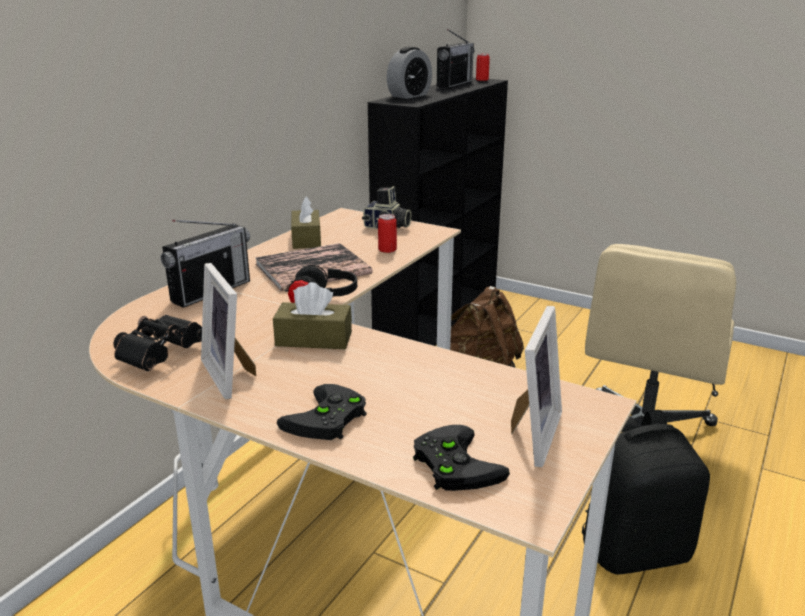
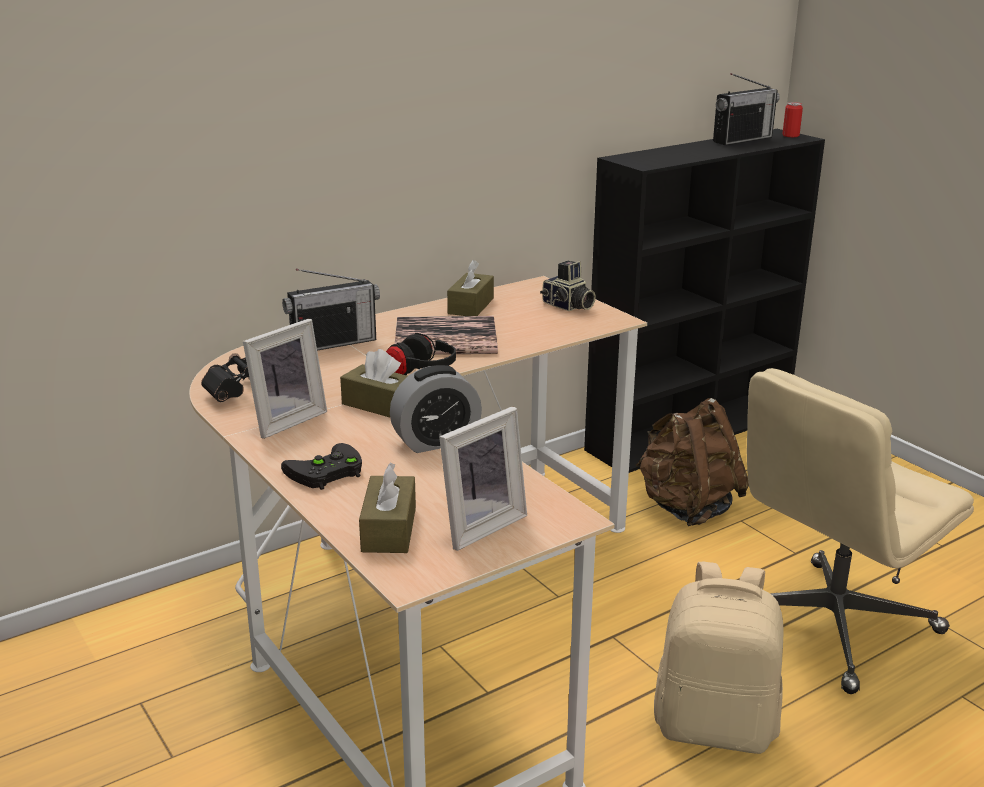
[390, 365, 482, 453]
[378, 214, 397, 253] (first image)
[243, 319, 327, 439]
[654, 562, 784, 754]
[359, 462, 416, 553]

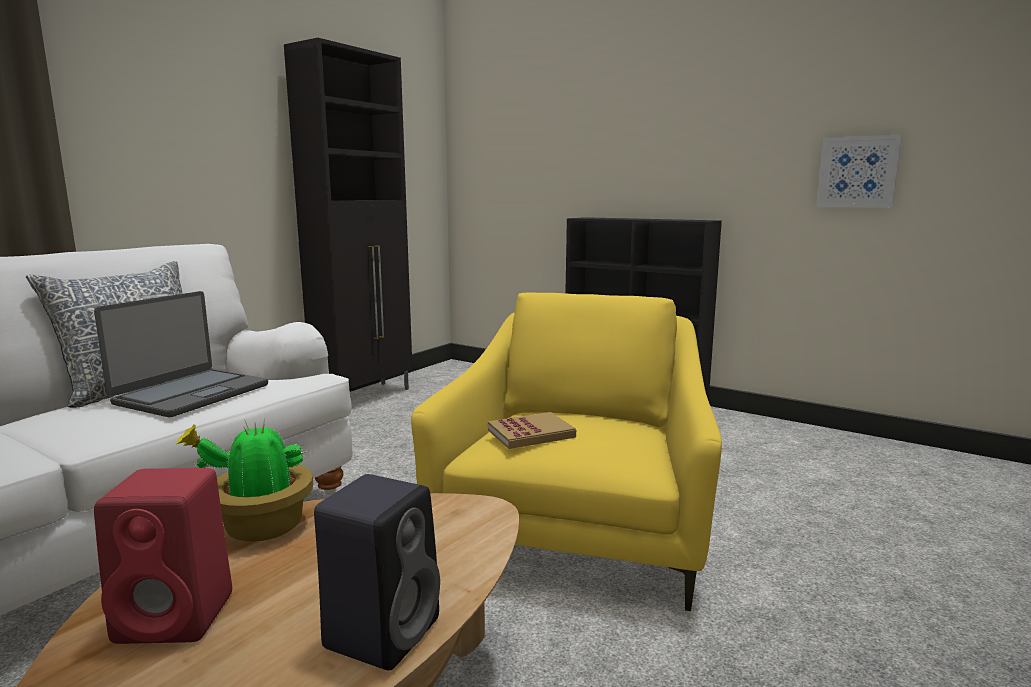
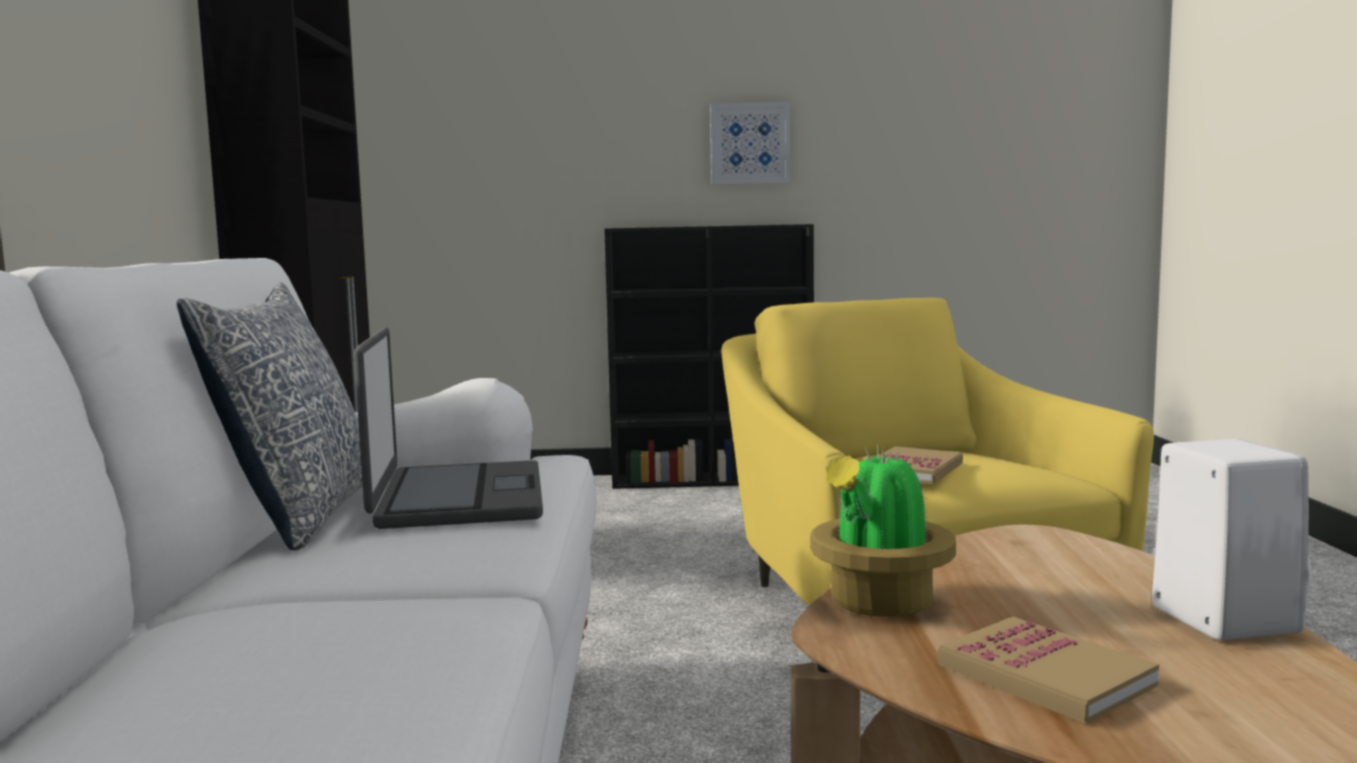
[710, 102, 790, 185]
[938, 617, 1159, 724]
[1152, 439, 1311, 641]

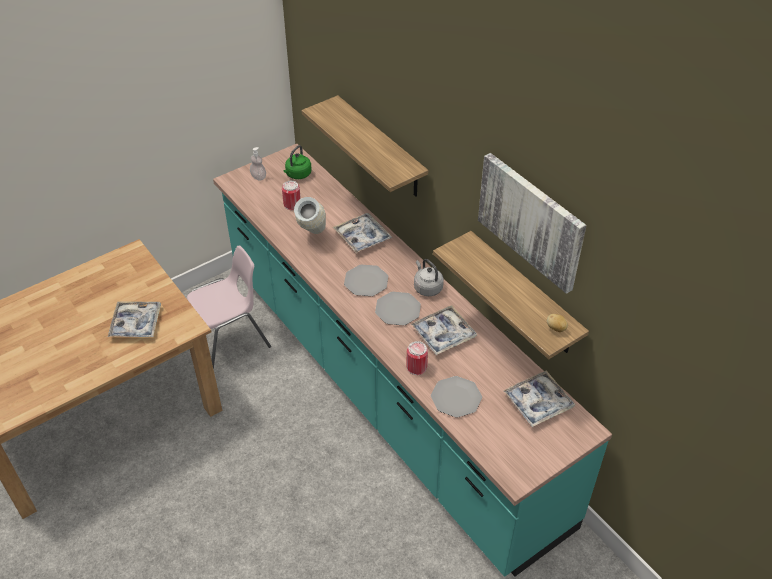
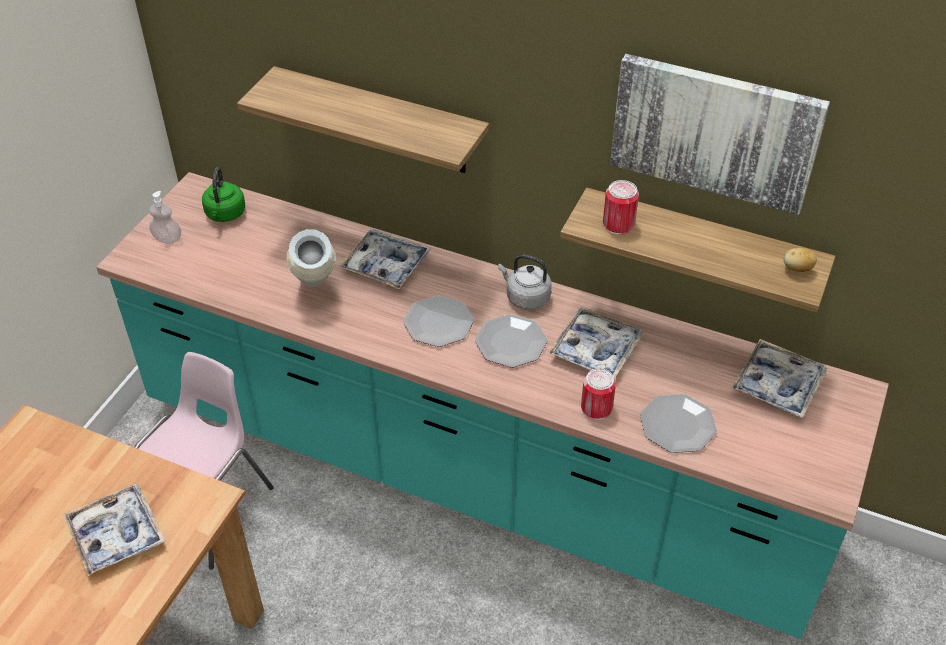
[603, 180, 639, 235]

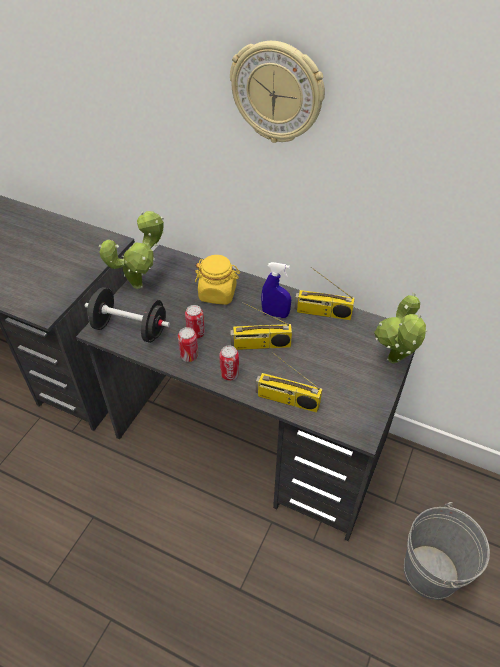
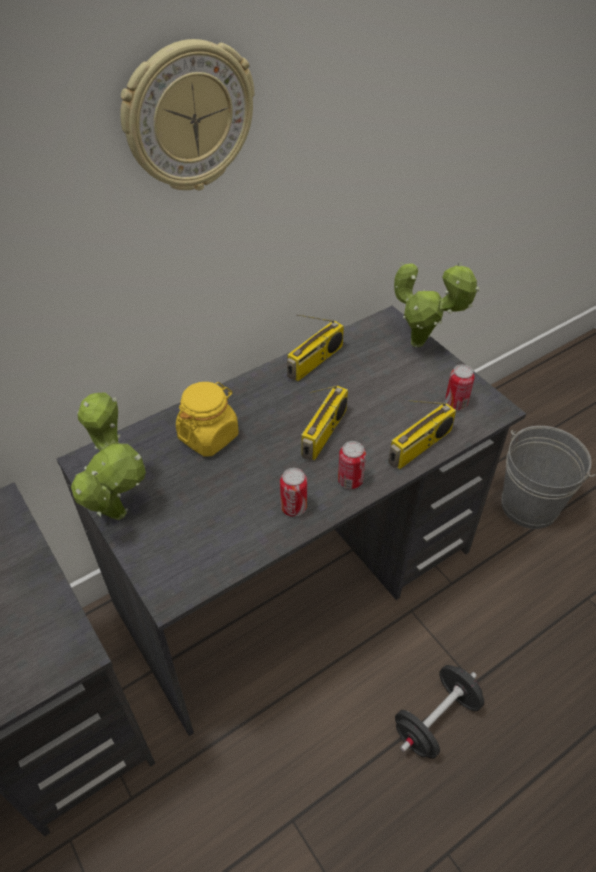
[261, 262, 291, 318] (first image)
[395, 665, 484, 759]
[445, 365, 475, 410]

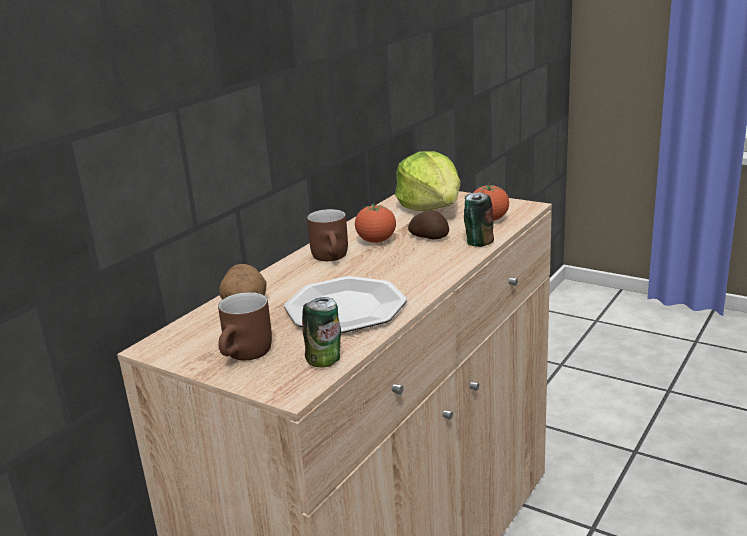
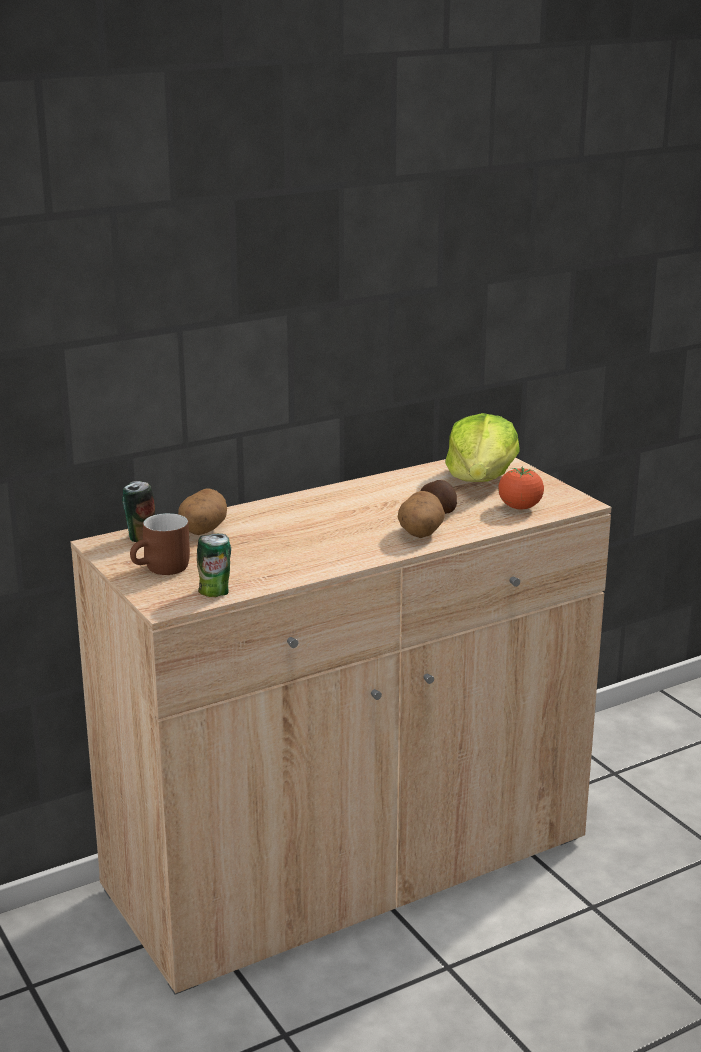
[122, 481, 155, 542]
[355, 204, 396, 243] (first image)
[307, 209, 348, 261] (first image)
[284, 276, 407, 333] (first image)
[398, 491, 445, 538]

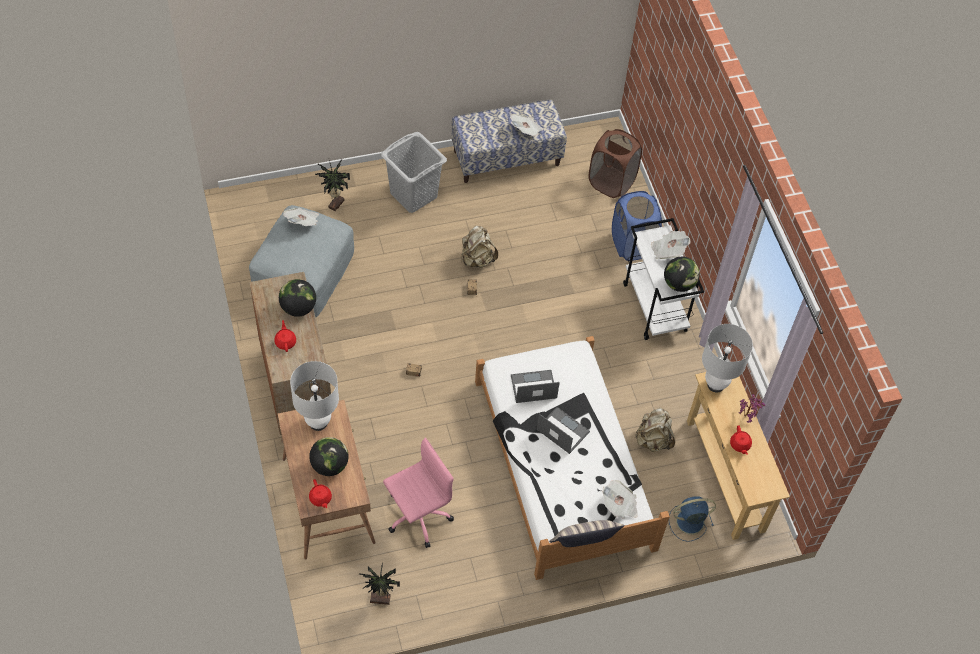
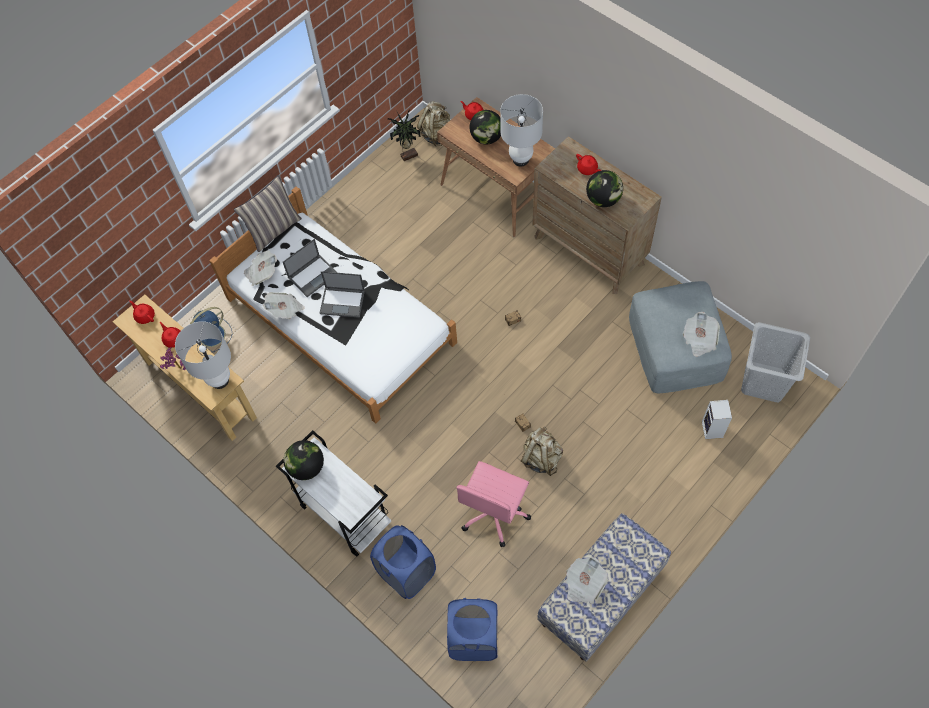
[447, 598, 497, 661]
[741, 322, 810, 403]
[702, 400, 732, 439]
[263, 292, 305, 319]
[283, 239, 338, 297]
[417, 101, 450, 146]
[456, 461, 531, 547]
[129, 300, 155, 324]

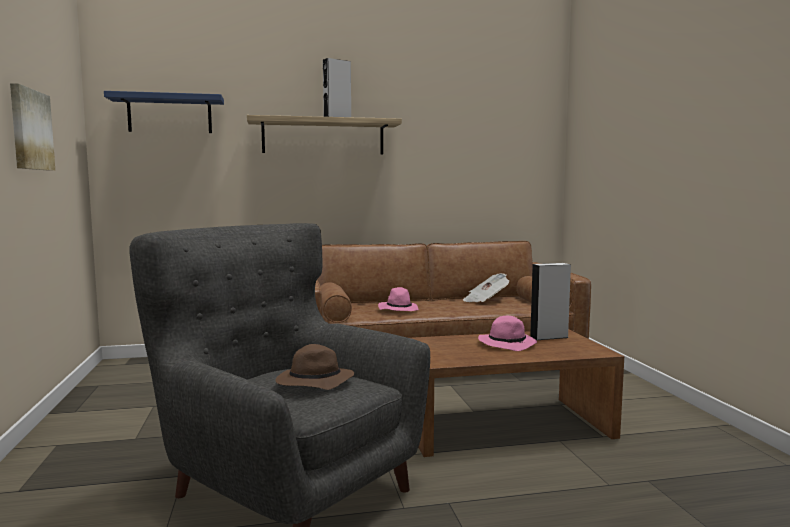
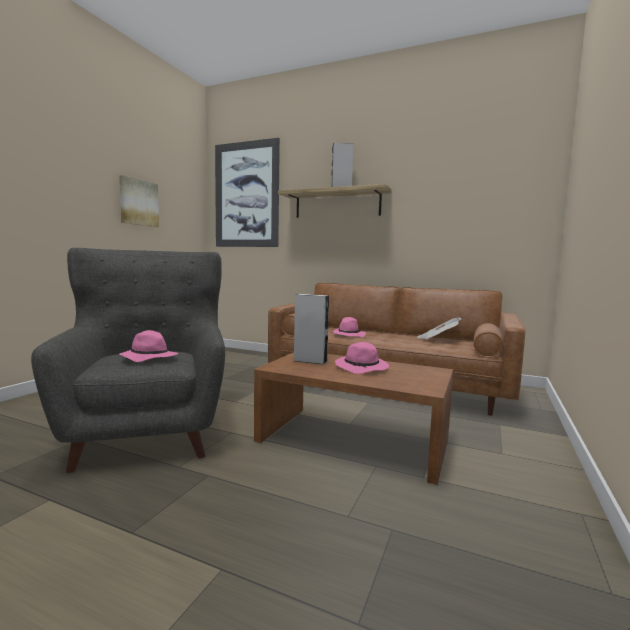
[215, 138, 280, 247]
[294, 294, 329, 365]
[119, 330, 178, 362]

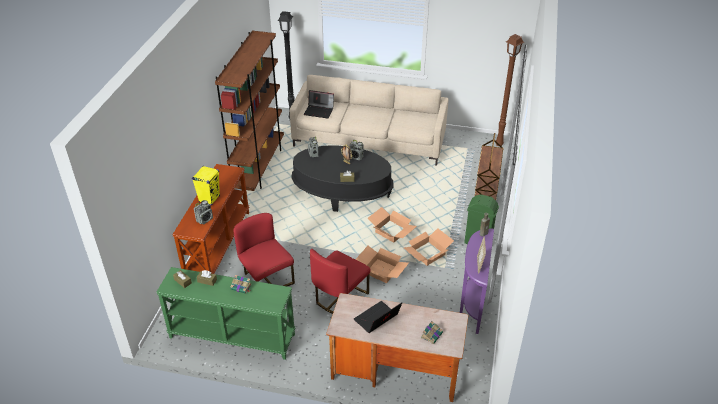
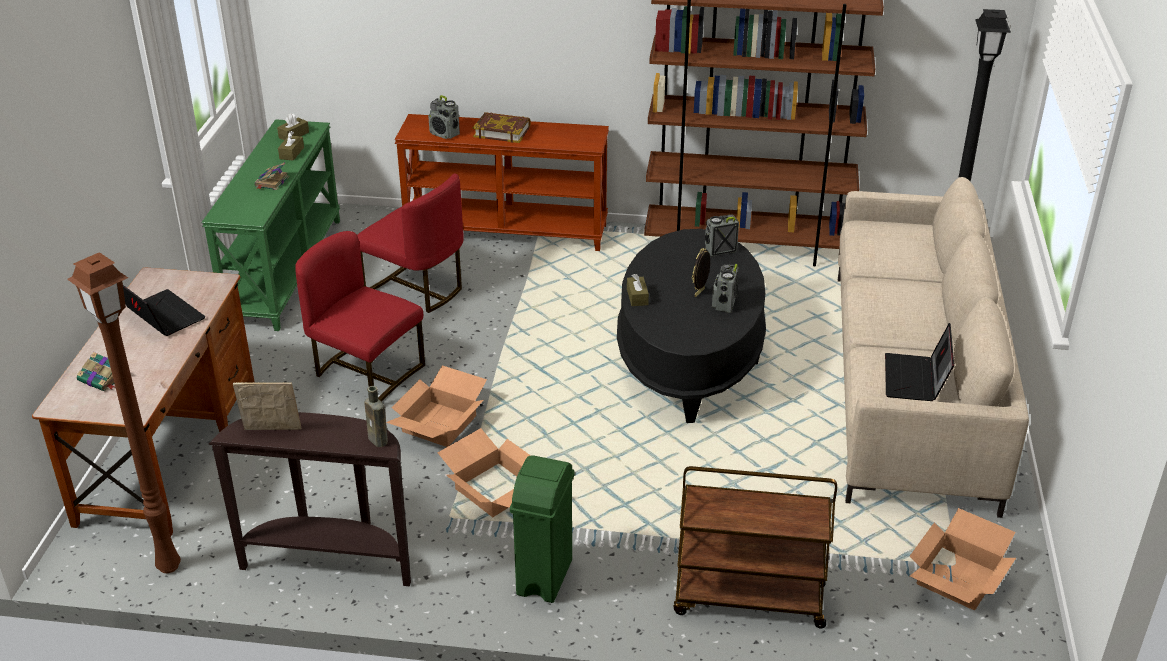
[67, 252, 181, 573]
[885, 323, 954, 401]
[473, 112, 531, 143]
[909, 508, 1016, 610]
[357, 173, 464, 313]
[209, 412, 411, 586]

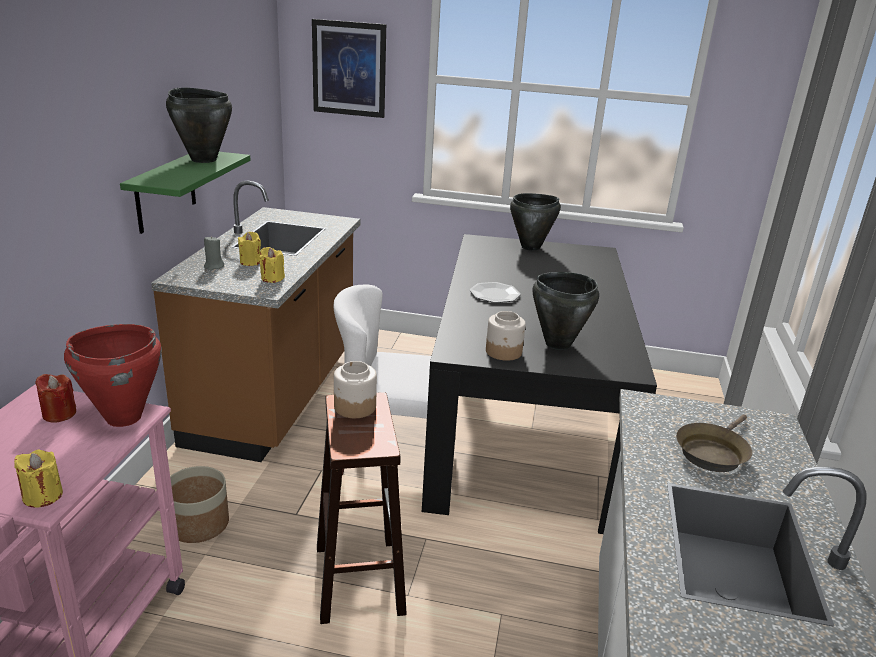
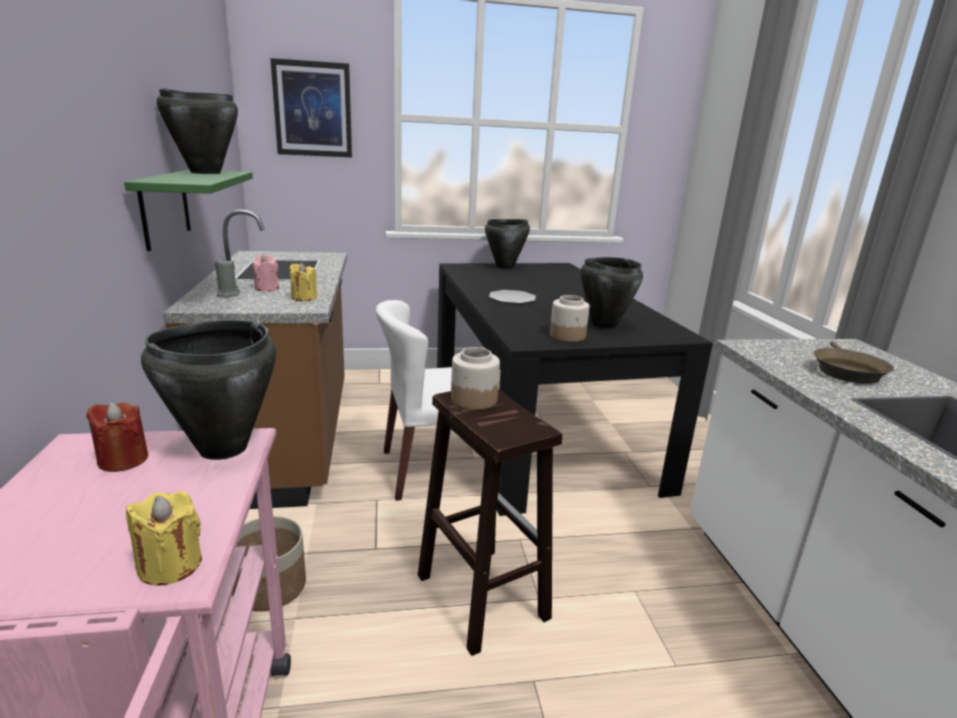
[252, 254, 279, 291]
[141, 320, 276, 460]

